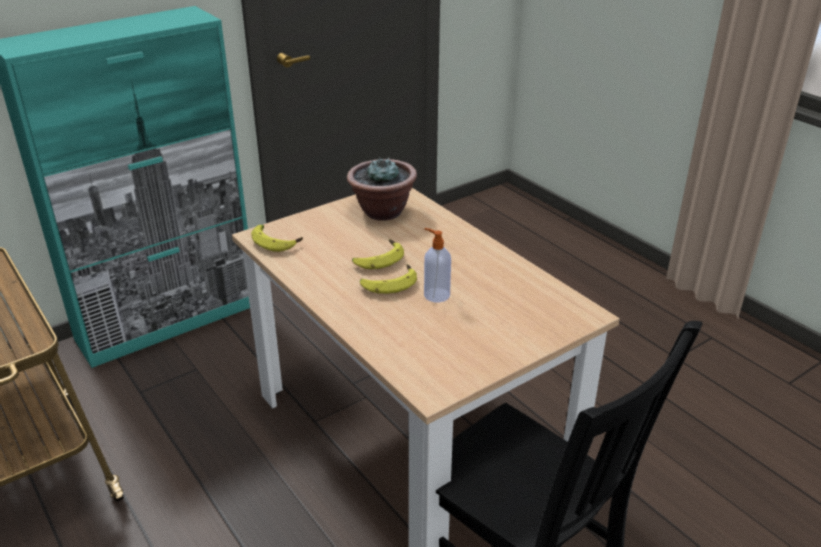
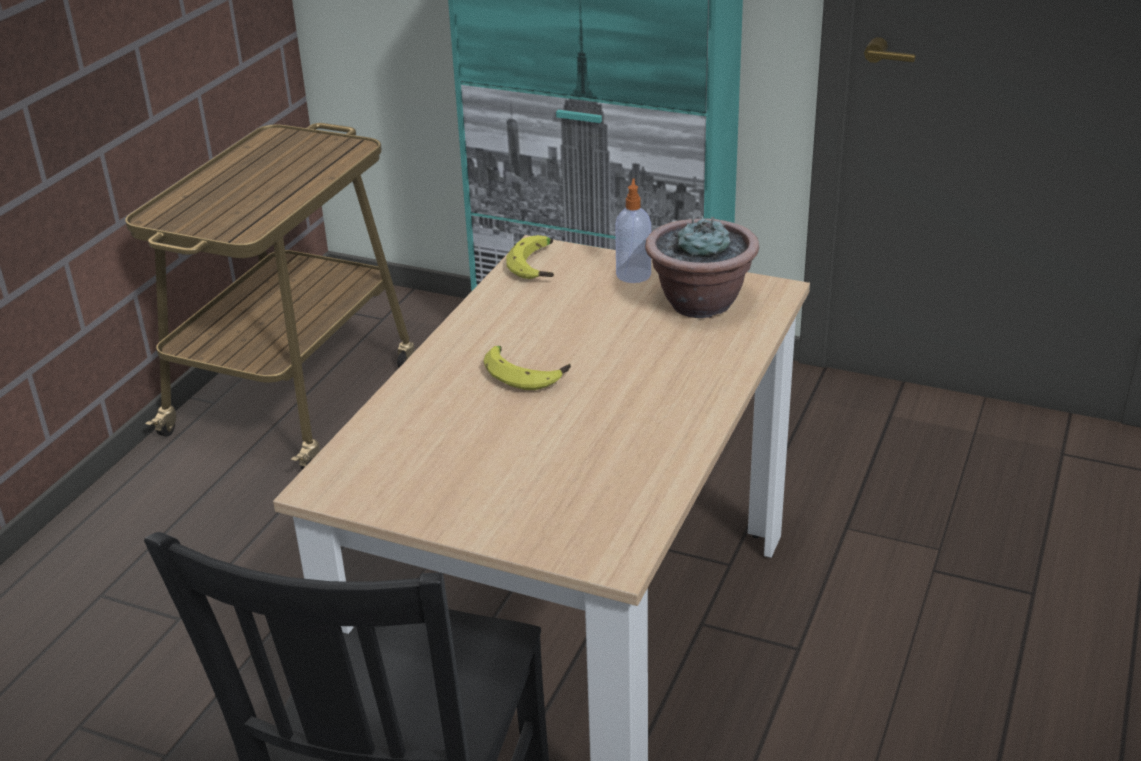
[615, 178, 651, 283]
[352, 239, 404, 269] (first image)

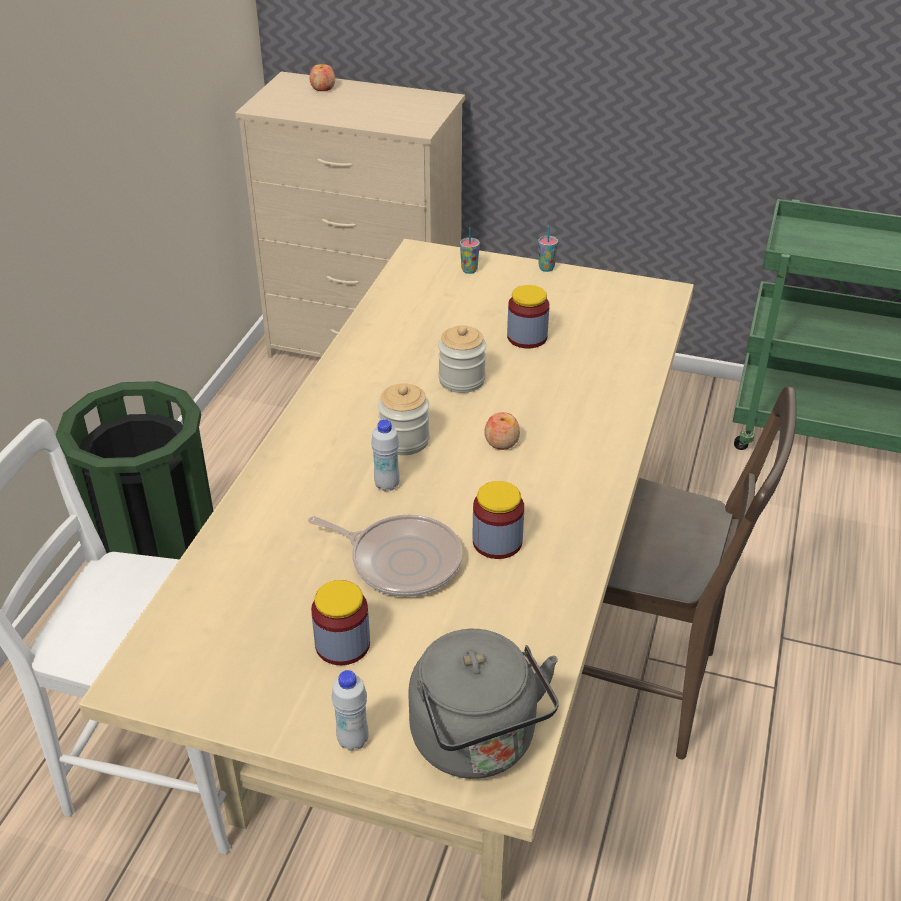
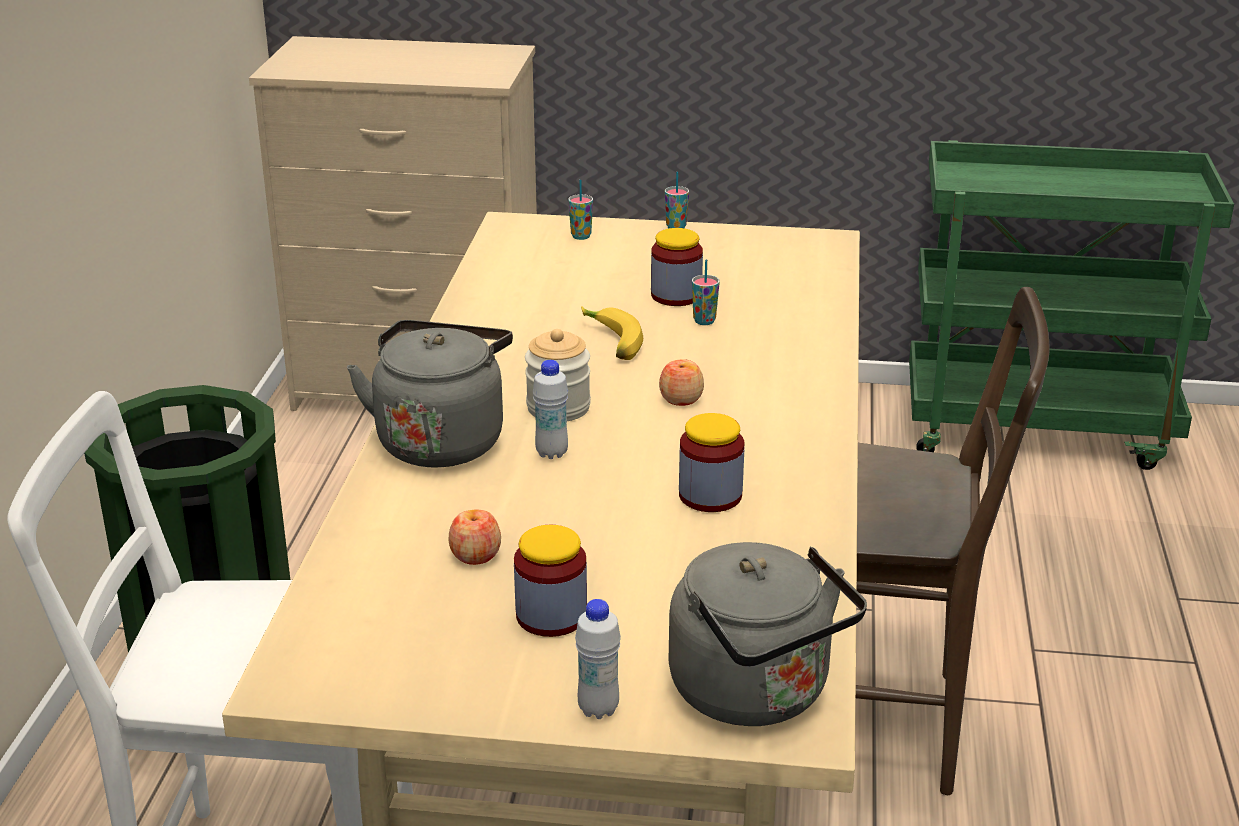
[448, 510, 501, 565]
[581, 306, 643, 360]
[308, 514, 462, 597] (first image)
[692, 259, 719, 325]
[347, 320, 513, 468]

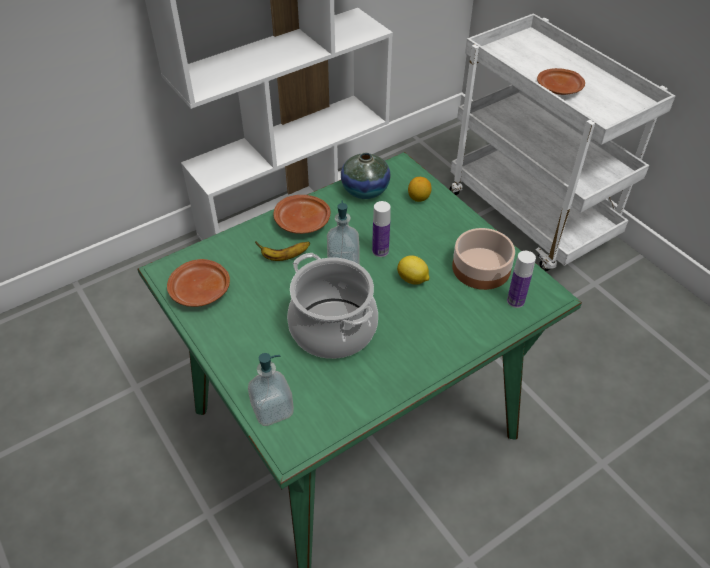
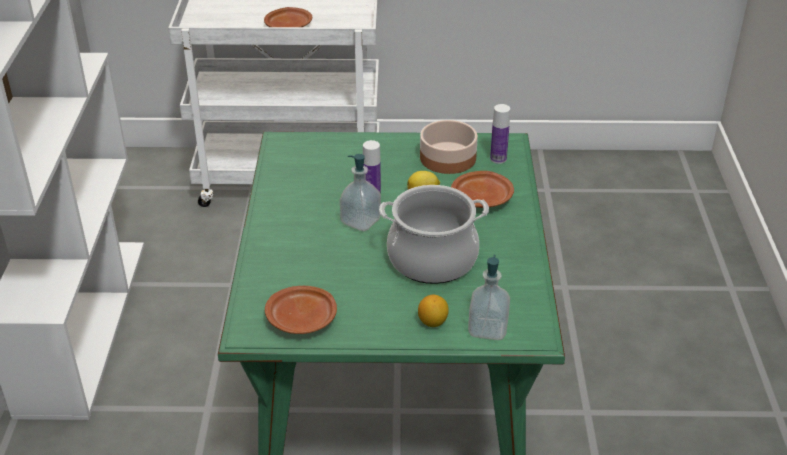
[341, 153, 390, 199] (first image)
[418, 295, 449, 327]
[451, 171, 514, 208]
[255, 241, 310, 261] (first image)

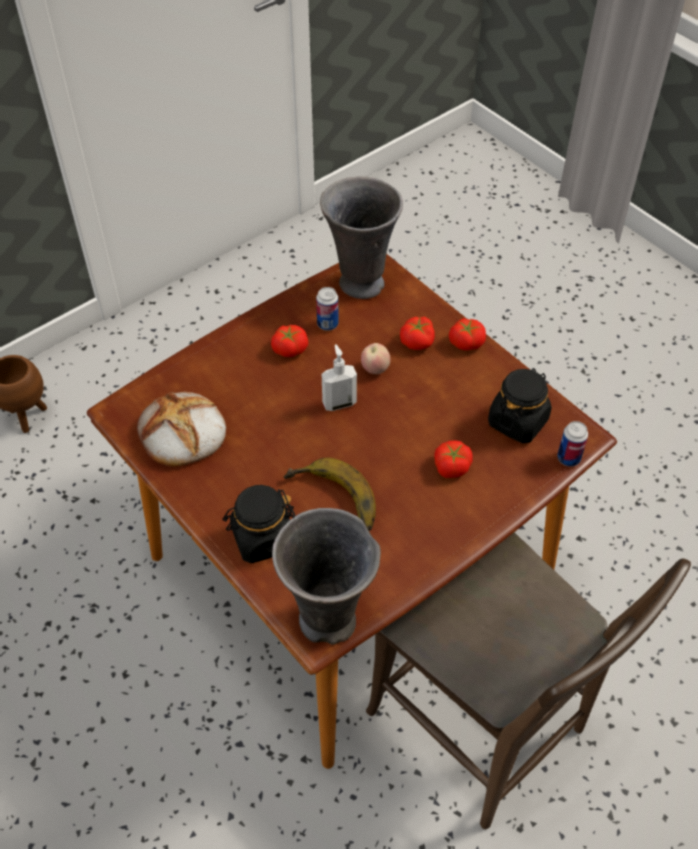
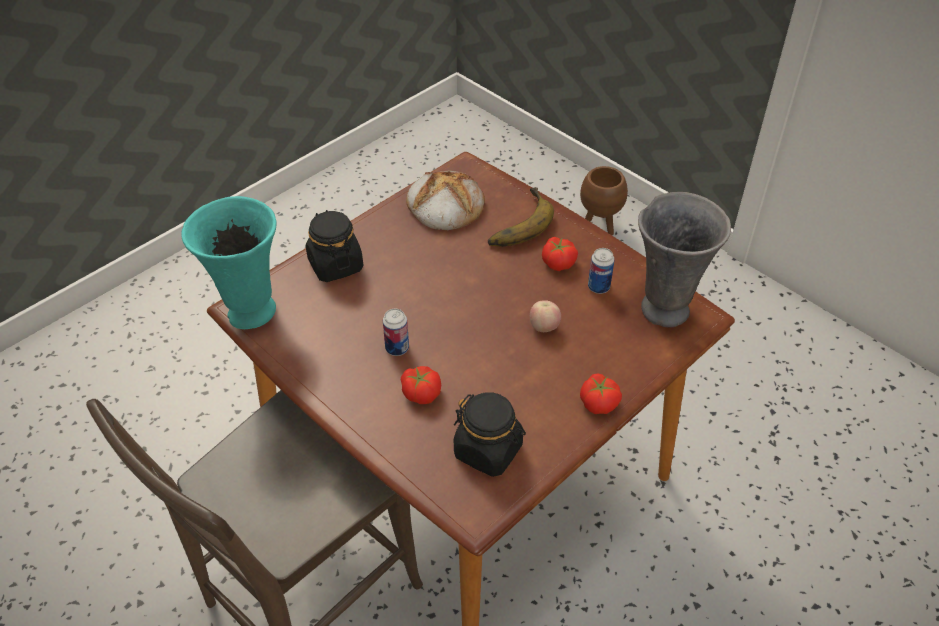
[400, 317, 435, 350] (first image)
[322, 344, 357, 411] (first image)
[383, 309, 409, 356]
[488, 187, 554, 247]
[181, 196, 277, 329]

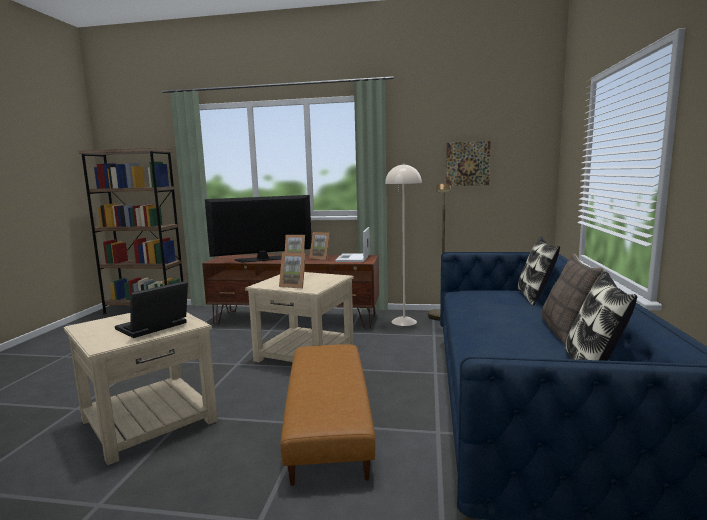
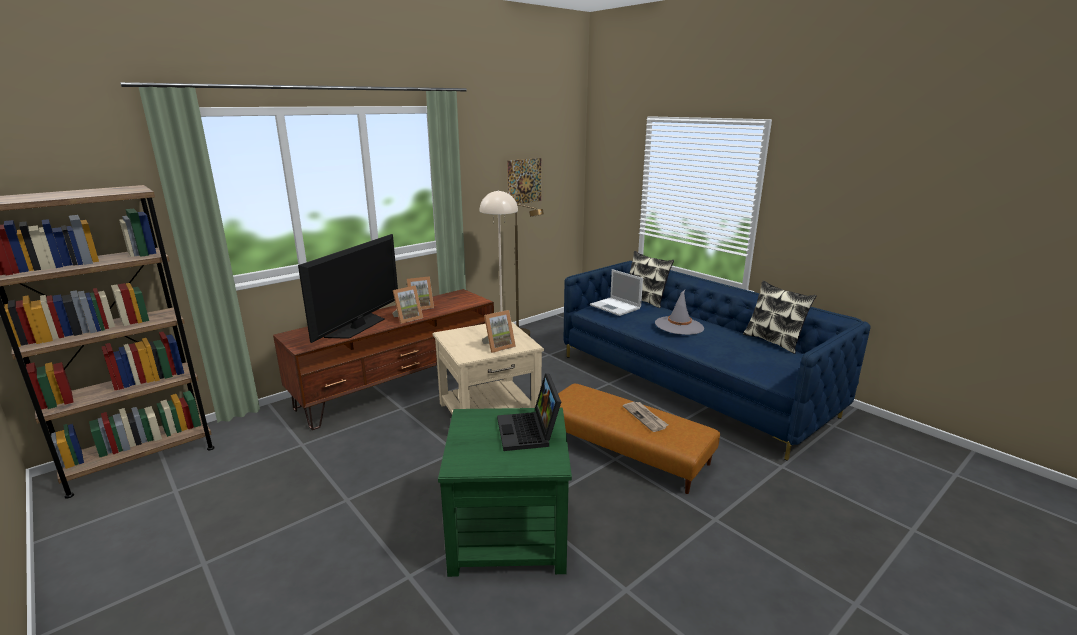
[590, 269, 643, 316]
[542, 253, 604, 345] (first image)
[438, 408, 572, 577]
[655, 290, 704, 335]
[623, 402, 668, 432]

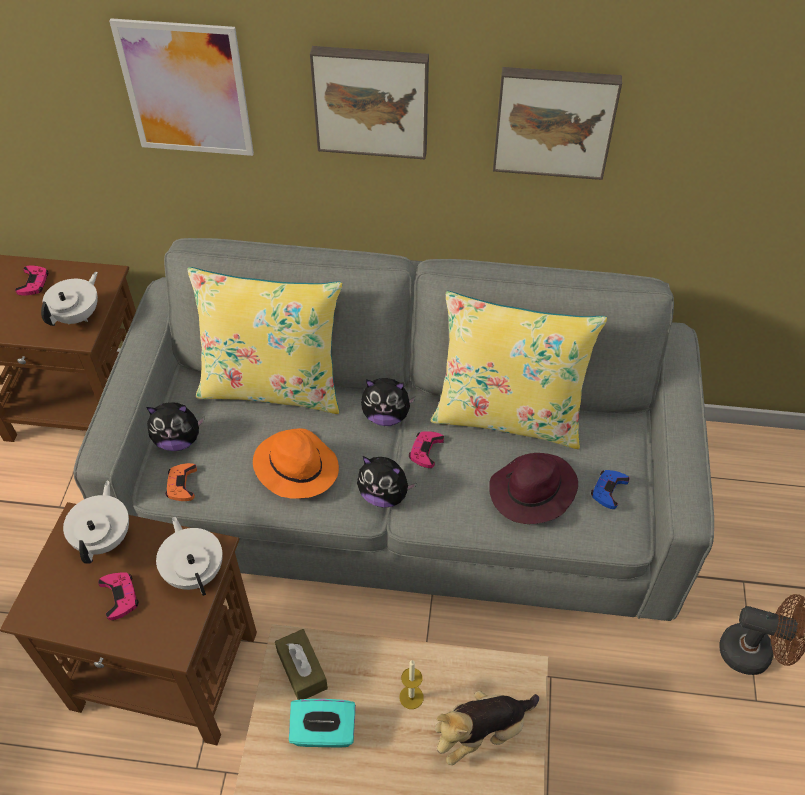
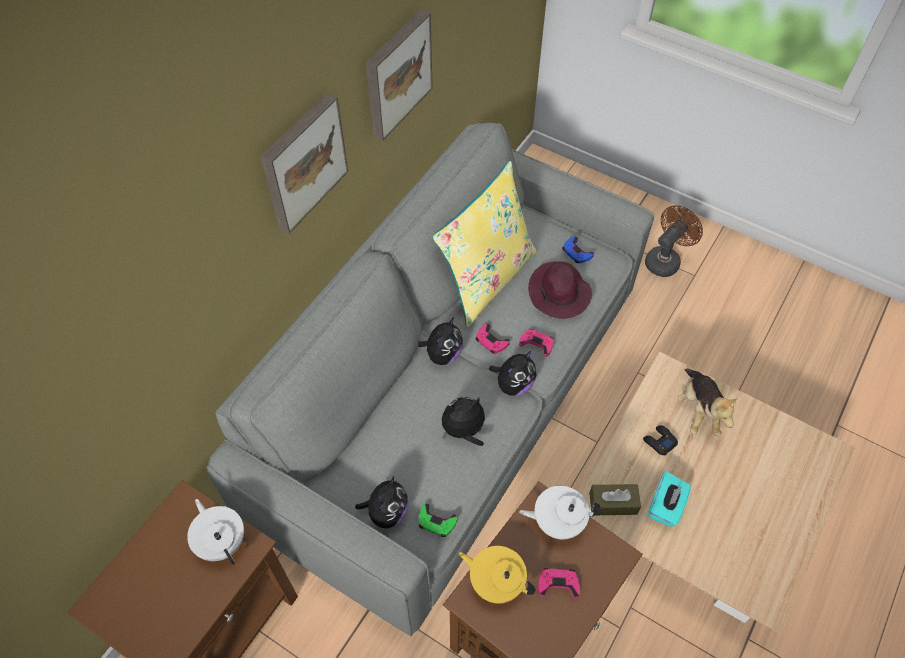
[109, 18, 254, 156] (first image)
[519, 329, 553, 357]
[188, 267, 342, 414] (first image)
[442, 397, 485, 446]
[419, 504, 457, 537]
[458, 546, 536, 604]
[643, 425, 678, 455]

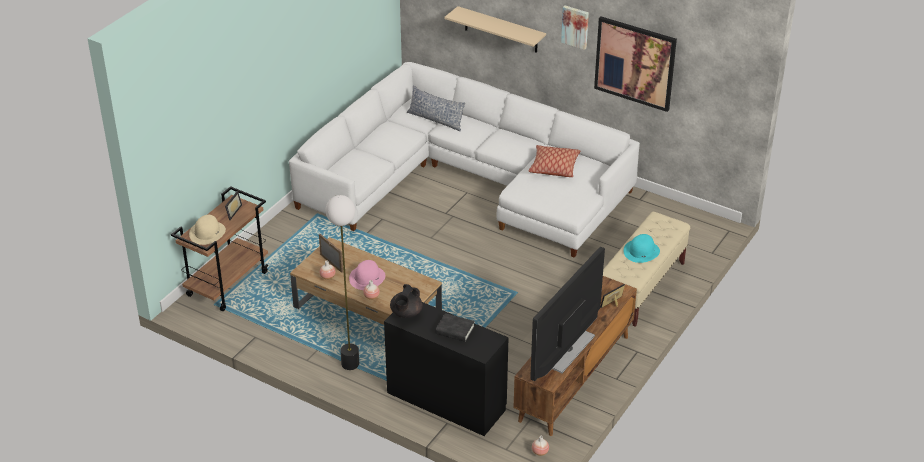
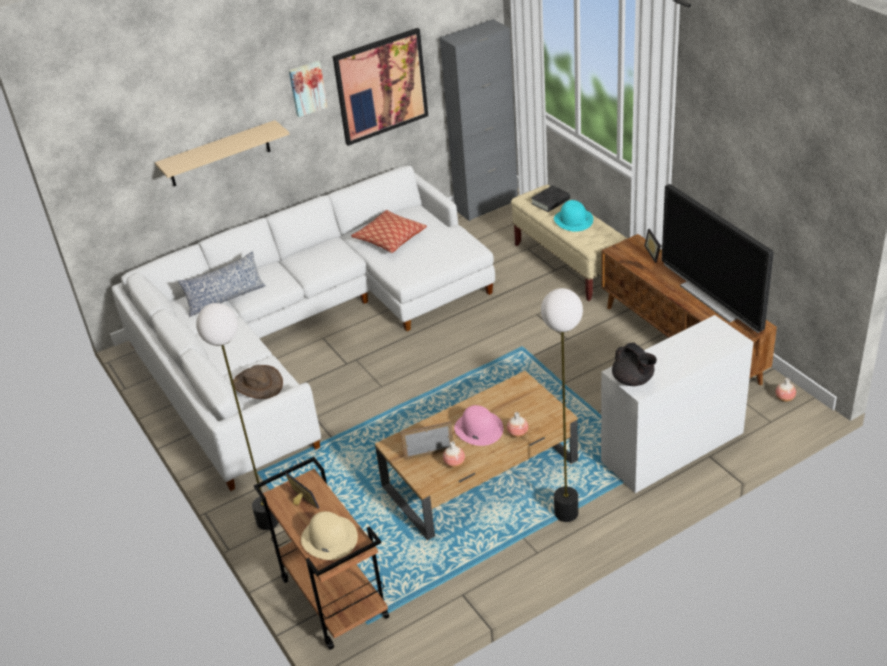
[601, 315, 753, 493]
[531, 185, 570, 212]
[440, 19, 518, 221]
[196, 303, 279, 530]
[233, 365, 283, 399]

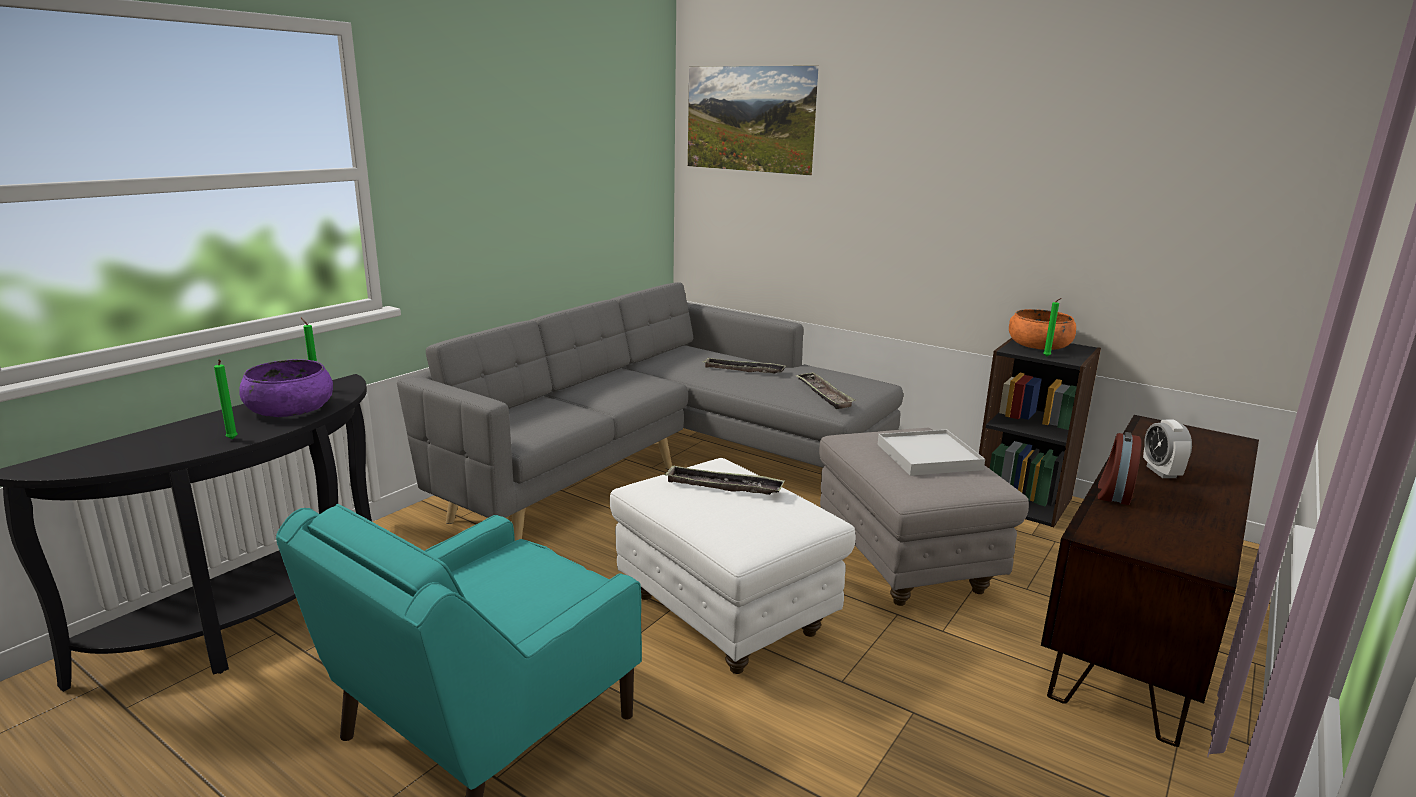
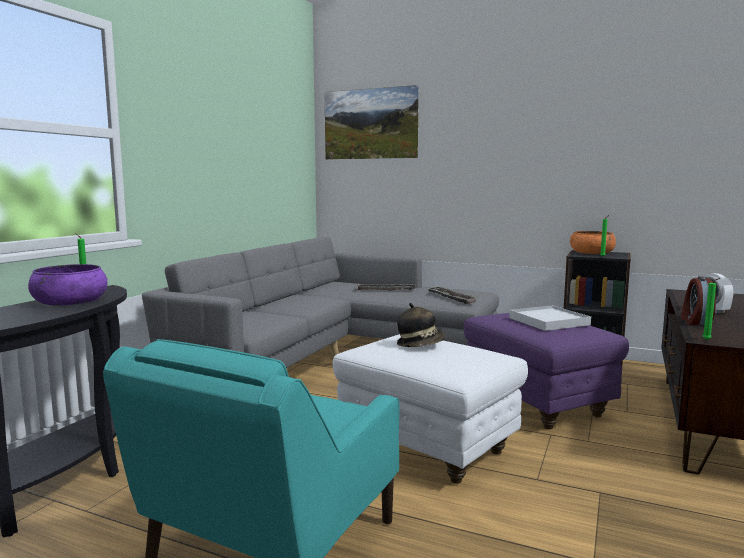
[703, 278, 720, 340]
[463, 313, 629, 429]
[397, 303, 445, 347]

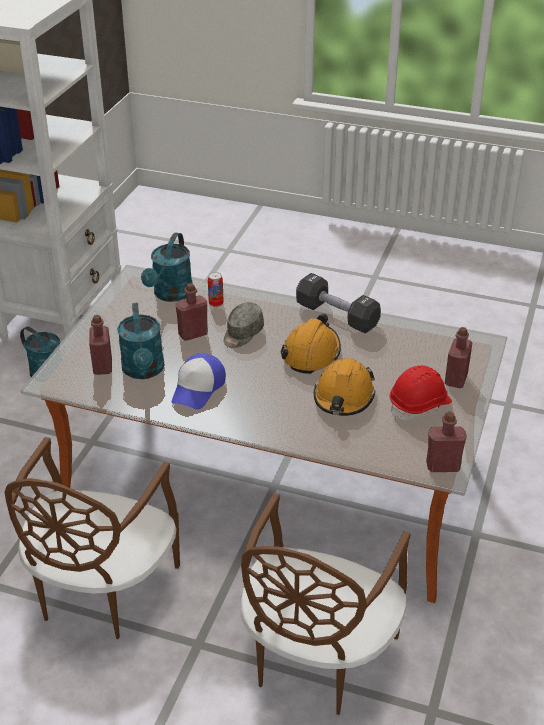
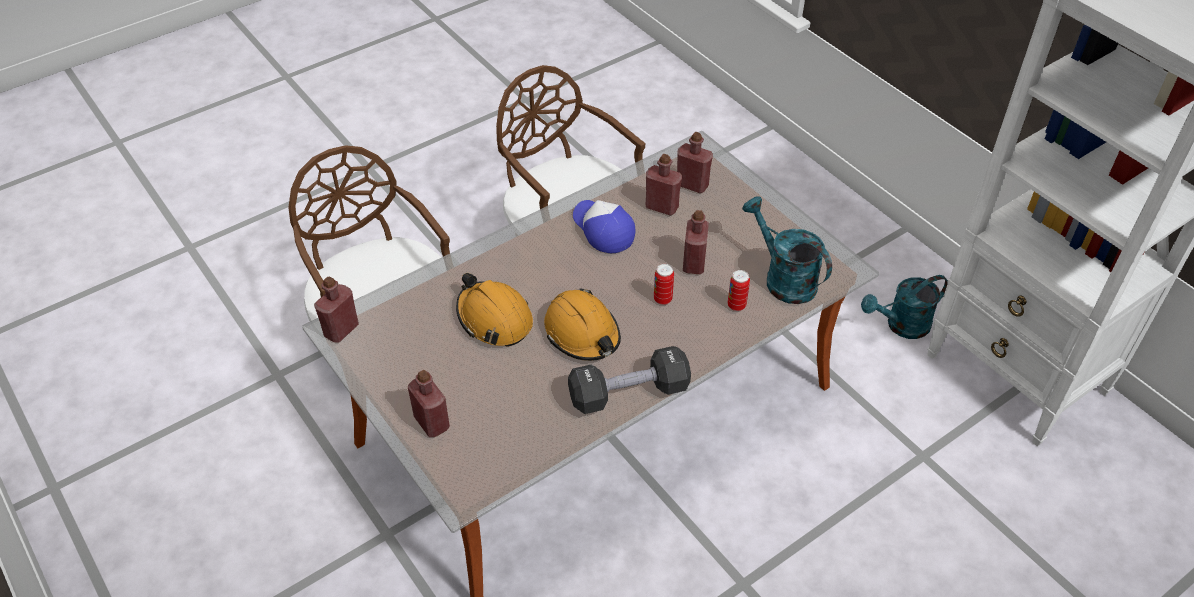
[654, 264, 674, 305]
[646, 154, 682, 216]
[389, 366, 452, 420] (first image)

